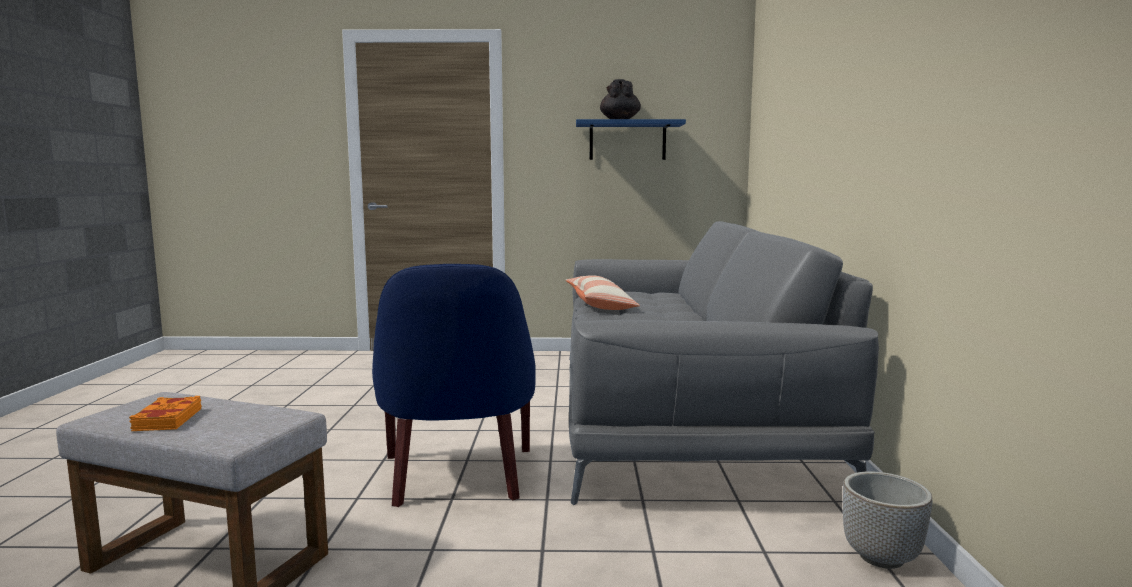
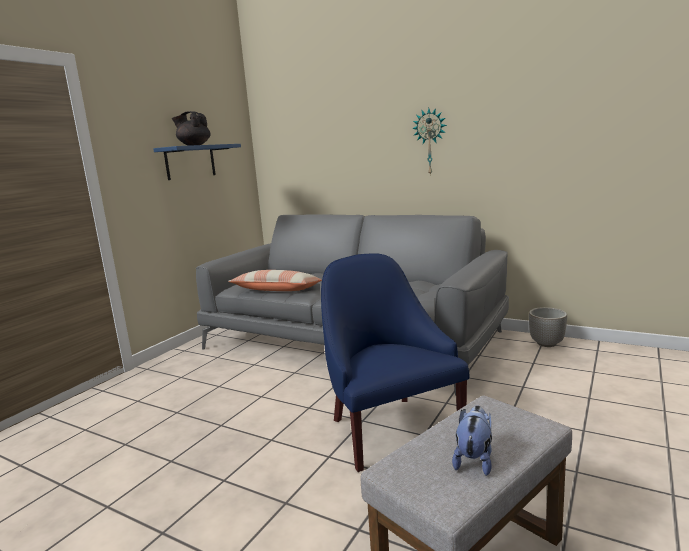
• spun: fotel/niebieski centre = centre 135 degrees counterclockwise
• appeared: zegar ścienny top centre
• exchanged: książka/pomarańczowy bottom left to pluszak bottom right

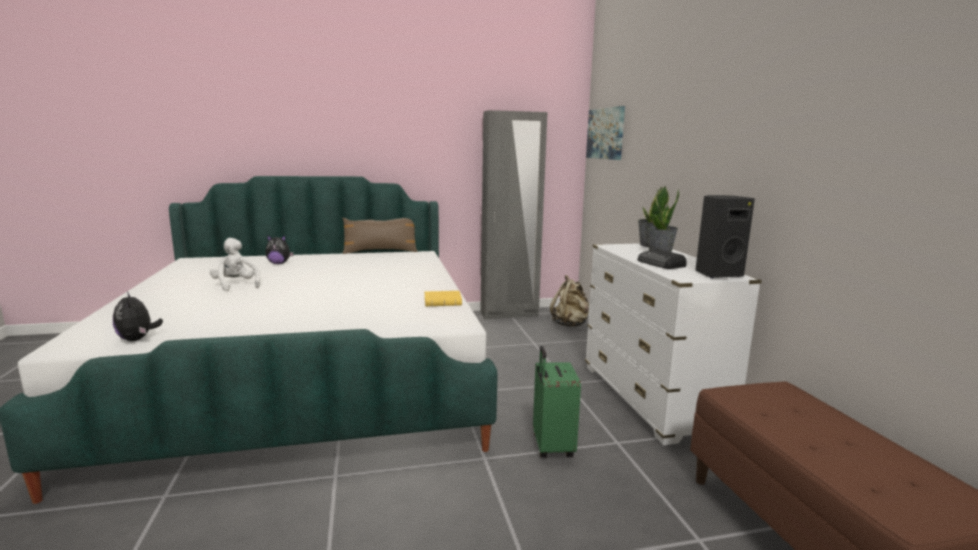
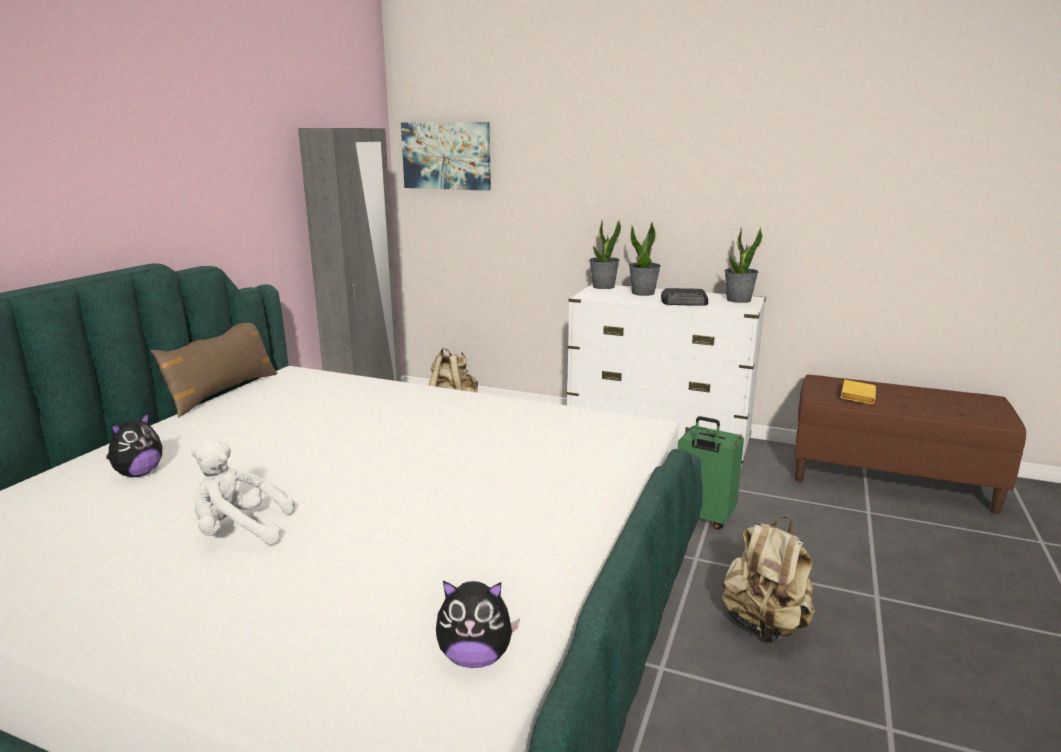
• appeared: plecak/beżowy (no. 2 from left) bottom right
• exchanged: głośnik/czarny middle right to roślina doniczkowa (no. 3 from left) middle right
• relocated: książka/żółty centre to middle right

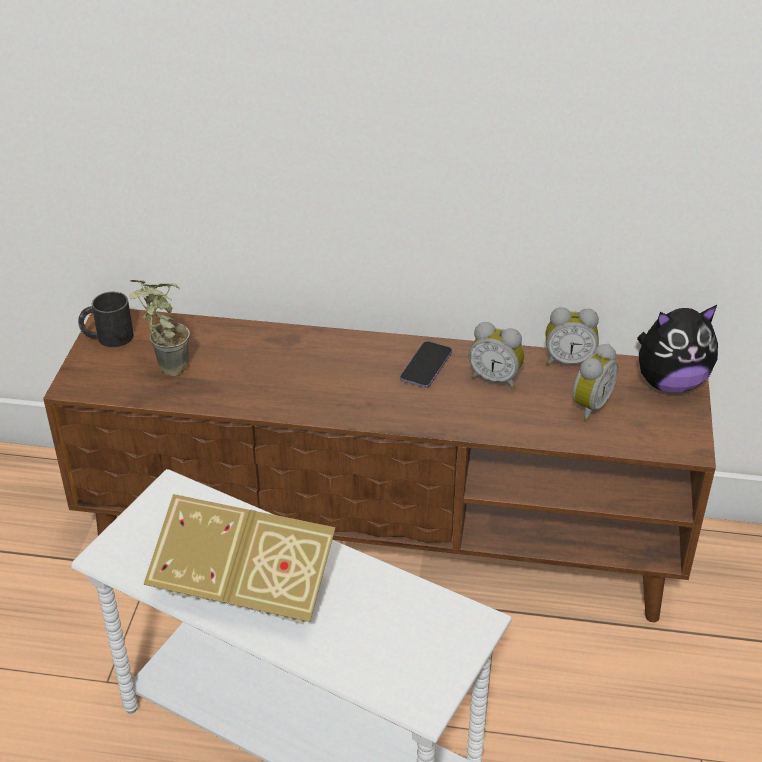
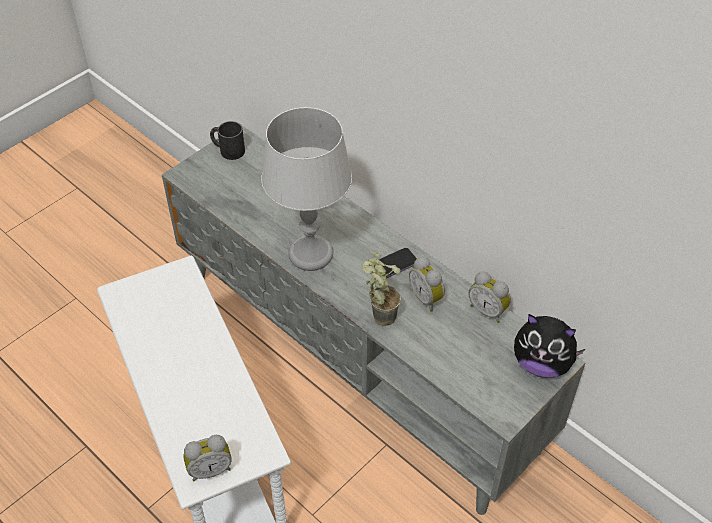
• colour: szafka pod telewizor/brązowy centre to szafka pod telewizor/szary centre
• relocated: budzik (no. 3 from left in the first image) middle right to budzik (no. 1 from left) bottom left
• appeared: lampa stołowa/szary centre
• relocated: roślina doniczkowa middle left to centre
• missing: książka bottom left

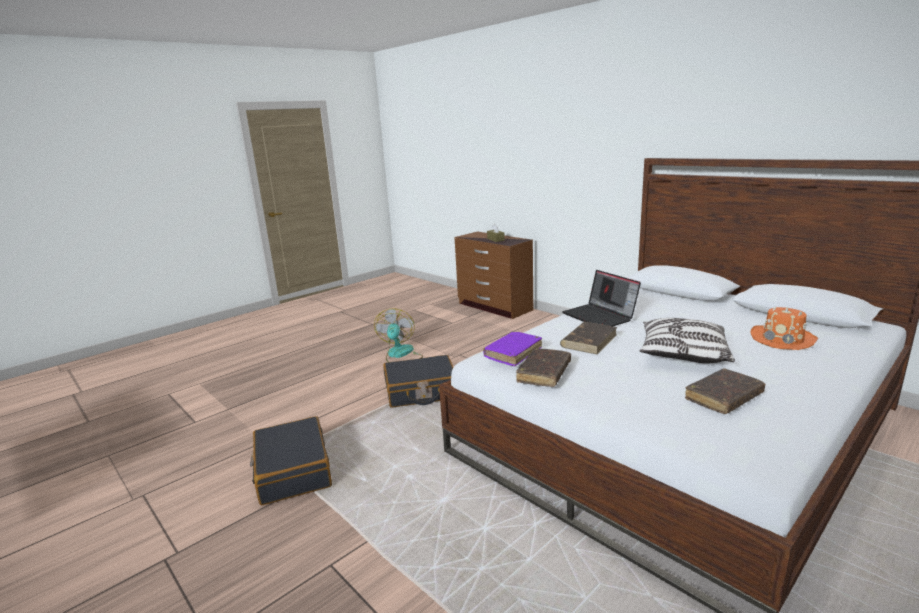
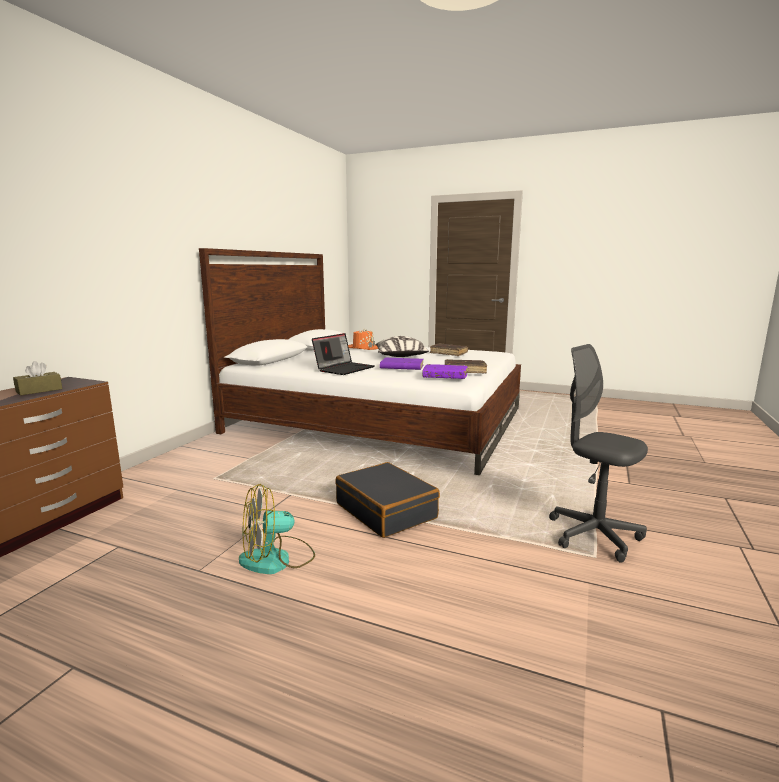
• colour: książka/brązowy (no. 2 from left) centre to książka/fioletowy (no. 1 from left) centre
• exchanged: walizka/czarny (no. 1 from left) bottom left to krzesło biurowe/szary middle right

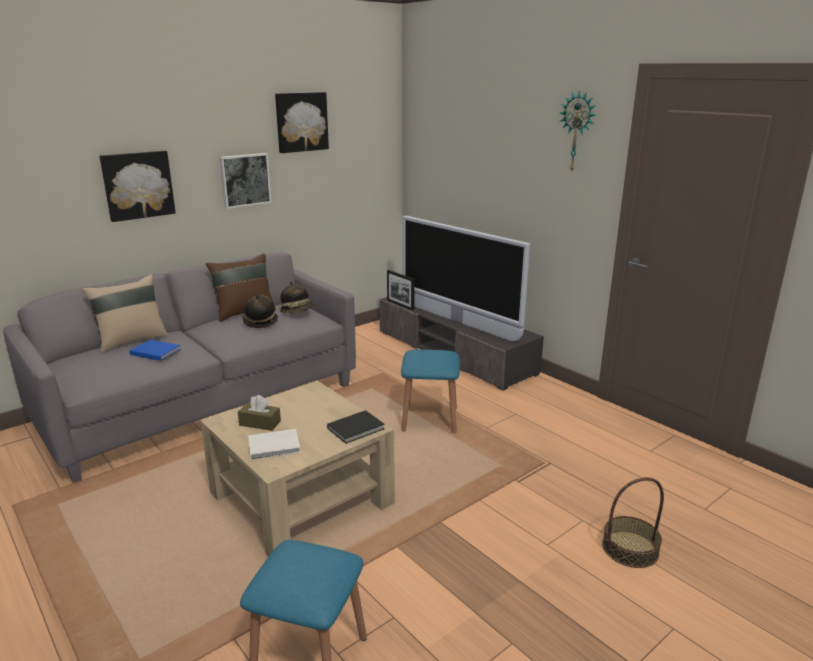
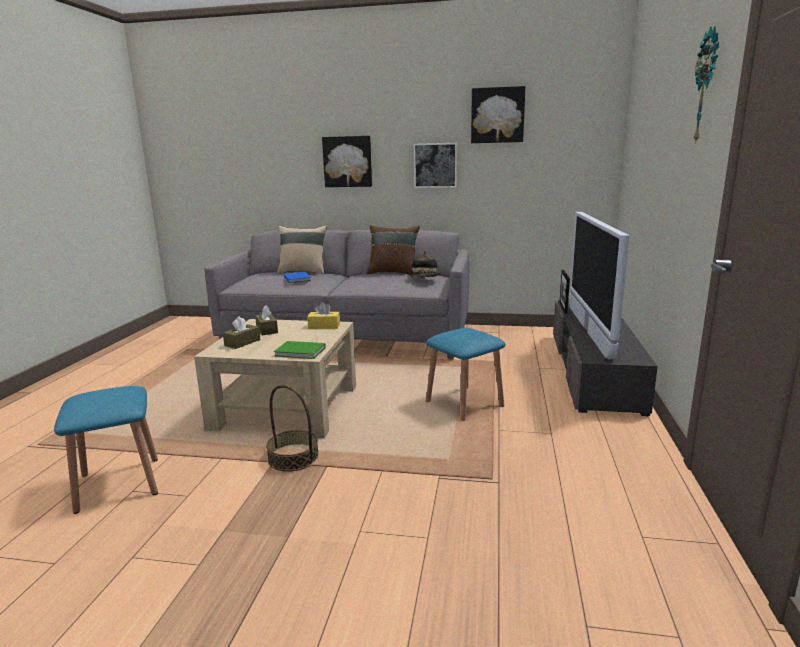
• exchanged: książka/biały bottom centre to pudełko chusteczek/brązowy (no. 1 from left) middle left
• relocated: koszyk bottom right to centre
• colour: książka/czarny centre to książka/zielony centre
• appeared: pudełko chusteczek/żółty centre
• missing: kapelusz (no. 1 from left) middle left

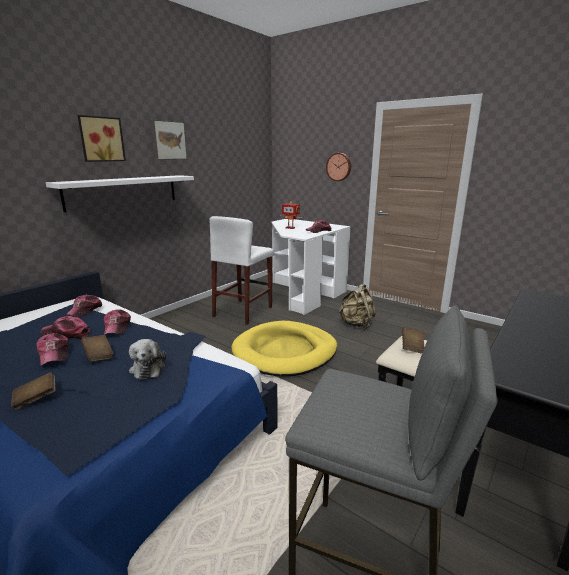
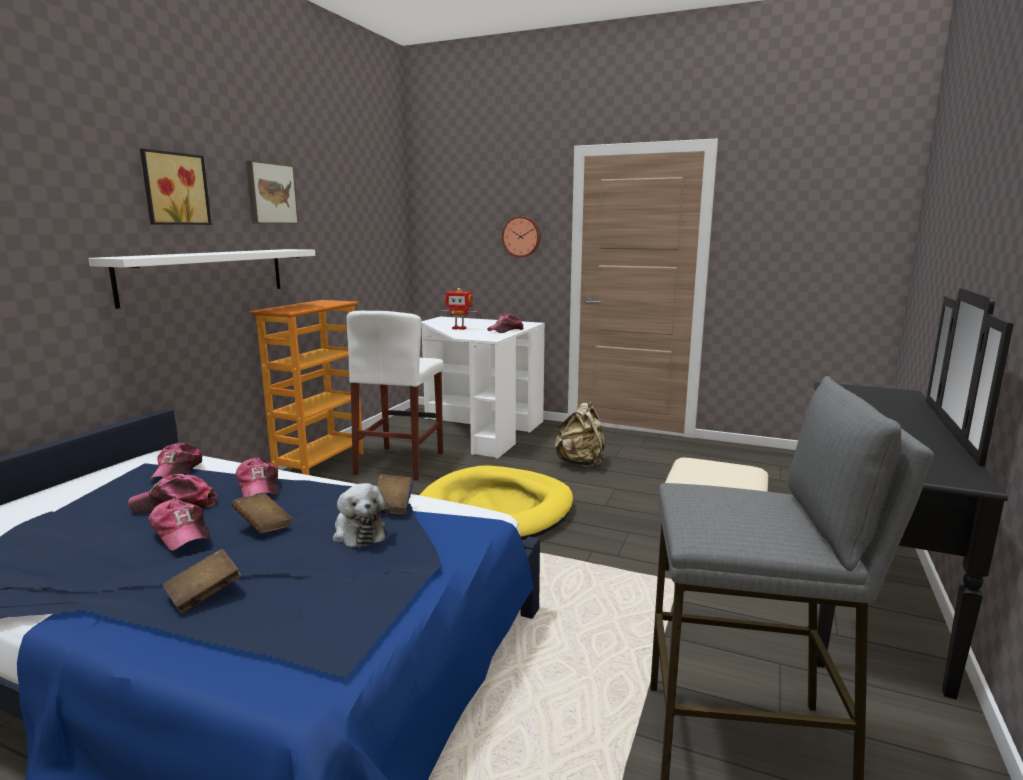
• appeared: regał middle left
• relocated: książka/brązowy (no. 3 from left) middle right to centre

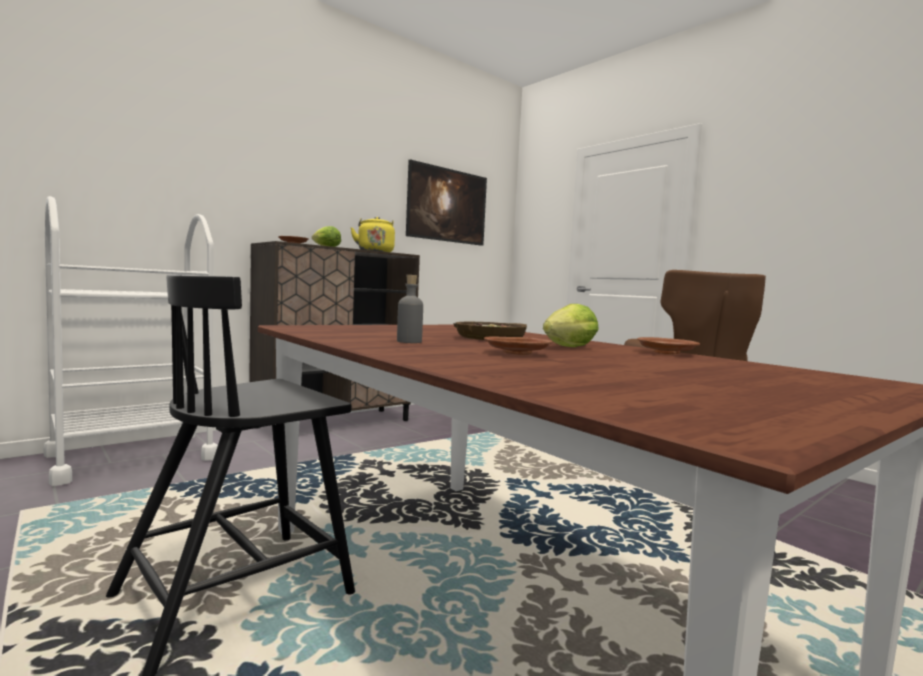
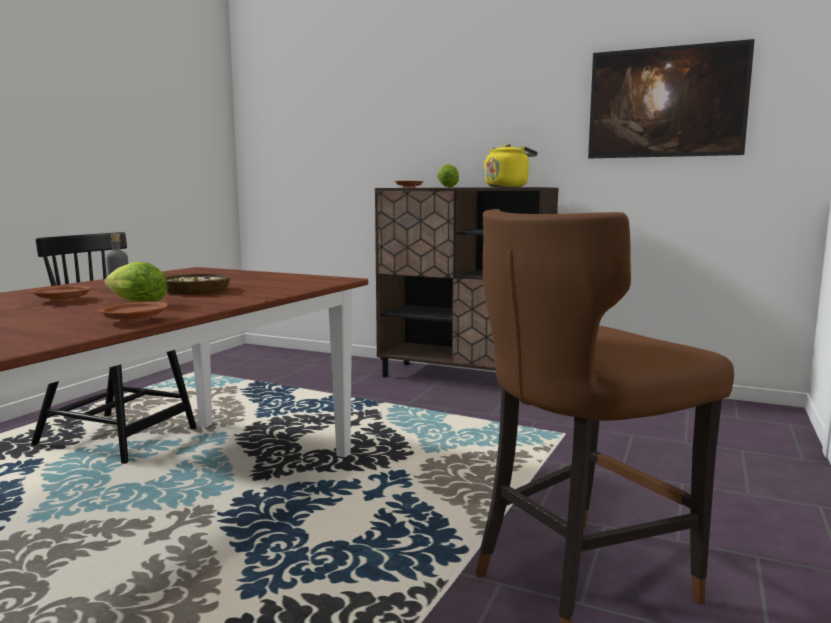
• missing: wózek/biały middle left

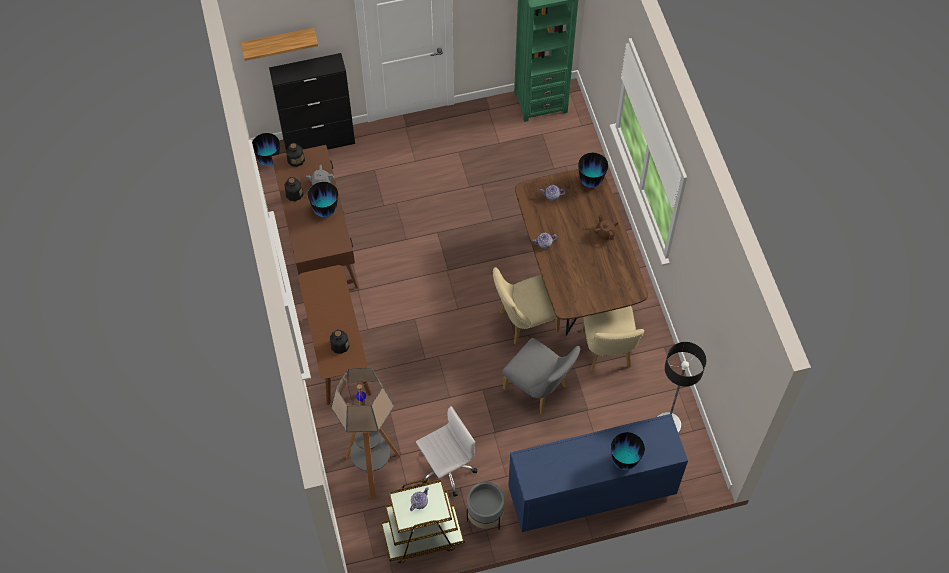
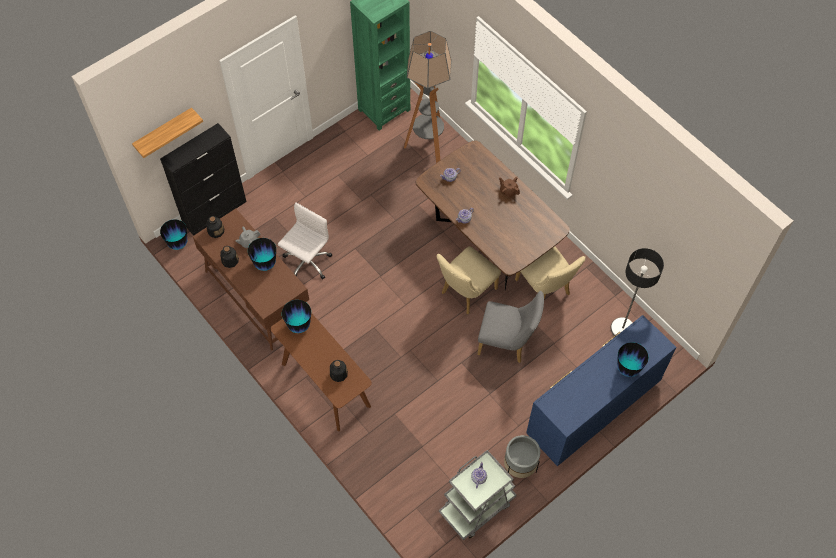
• relocated: krzesło biurowe/biały bottom centre to centre
• relocated: wazon (no. 3 from left) top centre to centre
• relocated: lampa stojąca (no. 1 from left) bottom centre to top centre
• colour: wózek/brązowy bottom centre to wózek/szary bottom centre

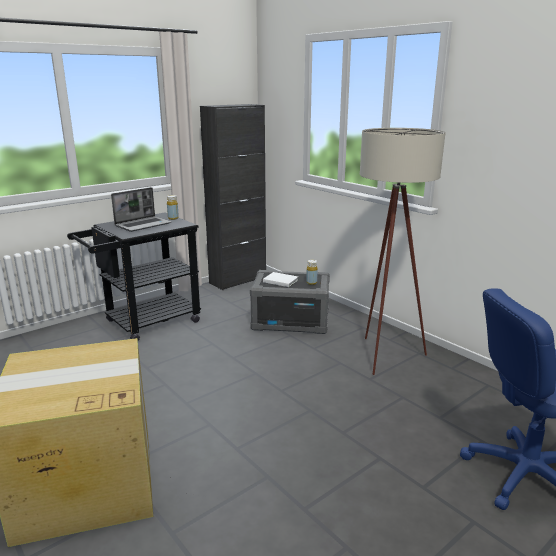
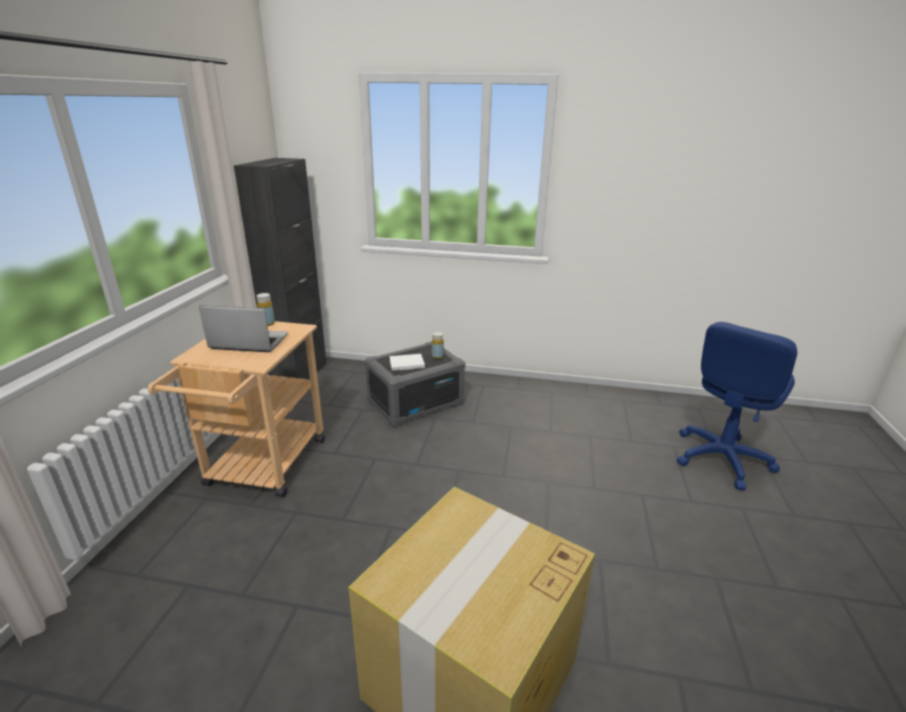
• colour: wózek/czarny middle left to wózek/beżowy middle left
• spun: laptop middle left = middle left 90 degrees counterclockwise
• missing: lampa stojąca/beżowy middle right

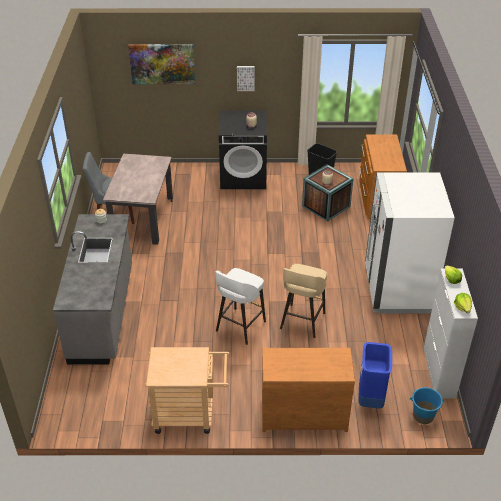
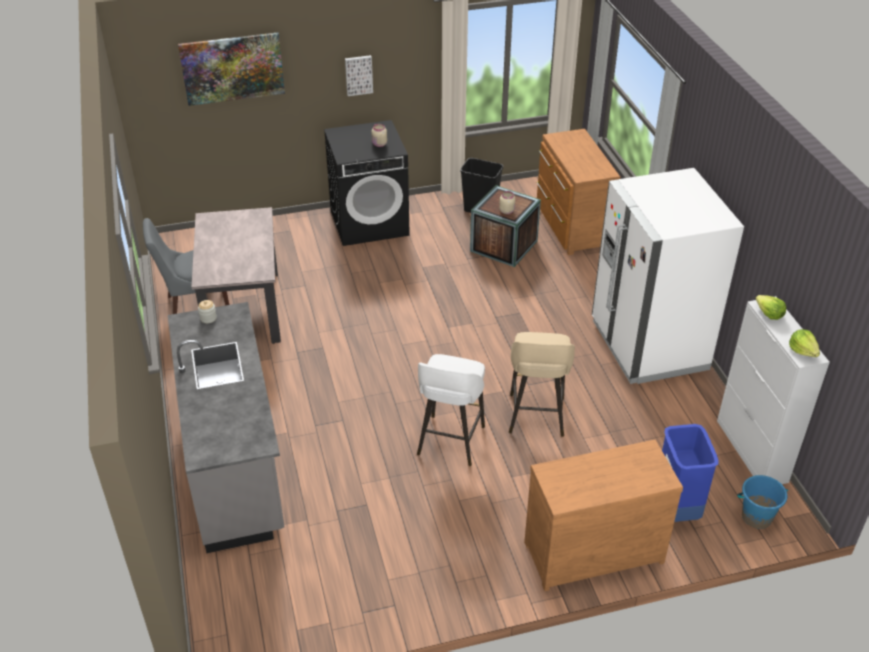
• missing: wózek/beżowy bottom centre

